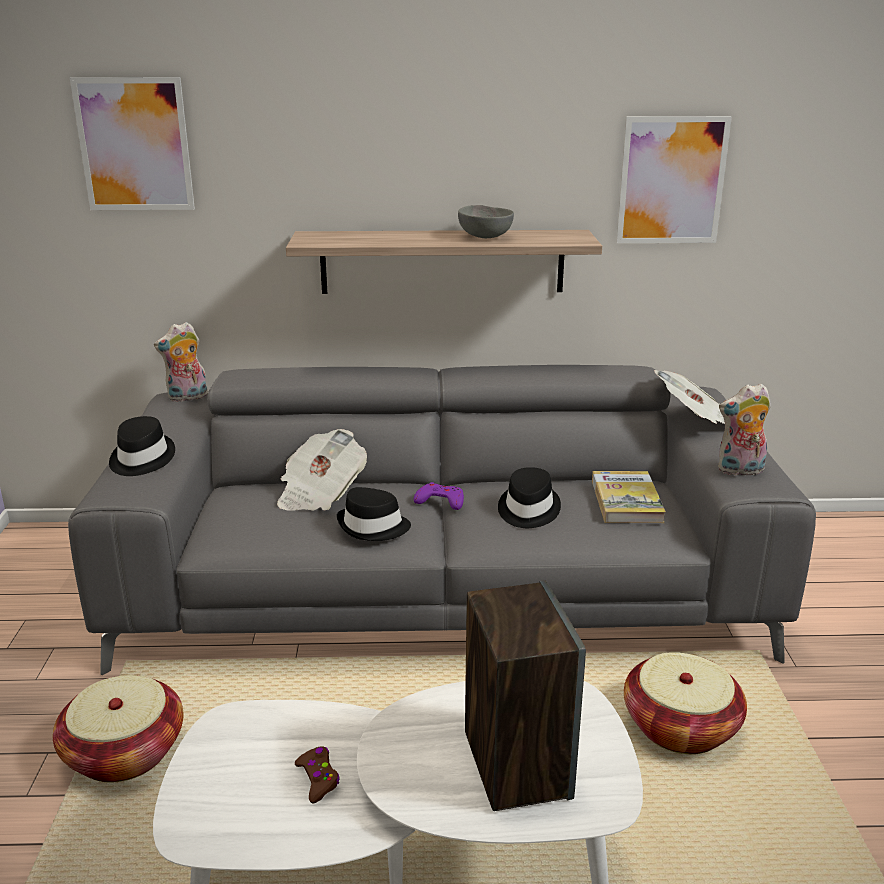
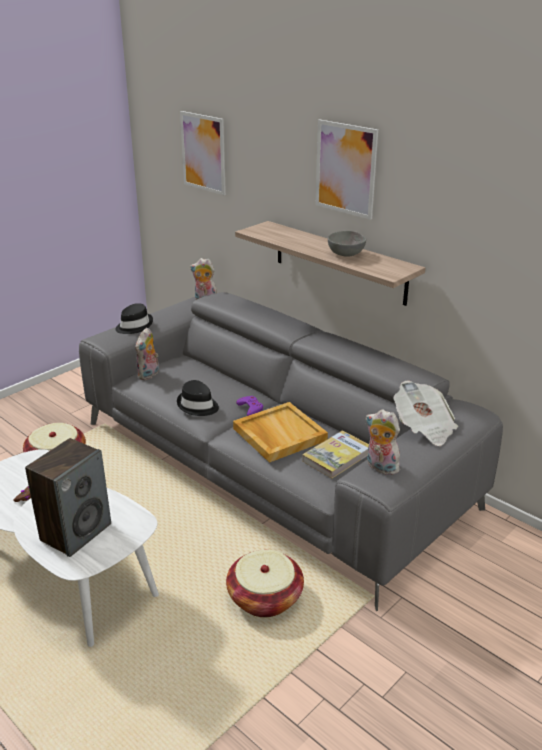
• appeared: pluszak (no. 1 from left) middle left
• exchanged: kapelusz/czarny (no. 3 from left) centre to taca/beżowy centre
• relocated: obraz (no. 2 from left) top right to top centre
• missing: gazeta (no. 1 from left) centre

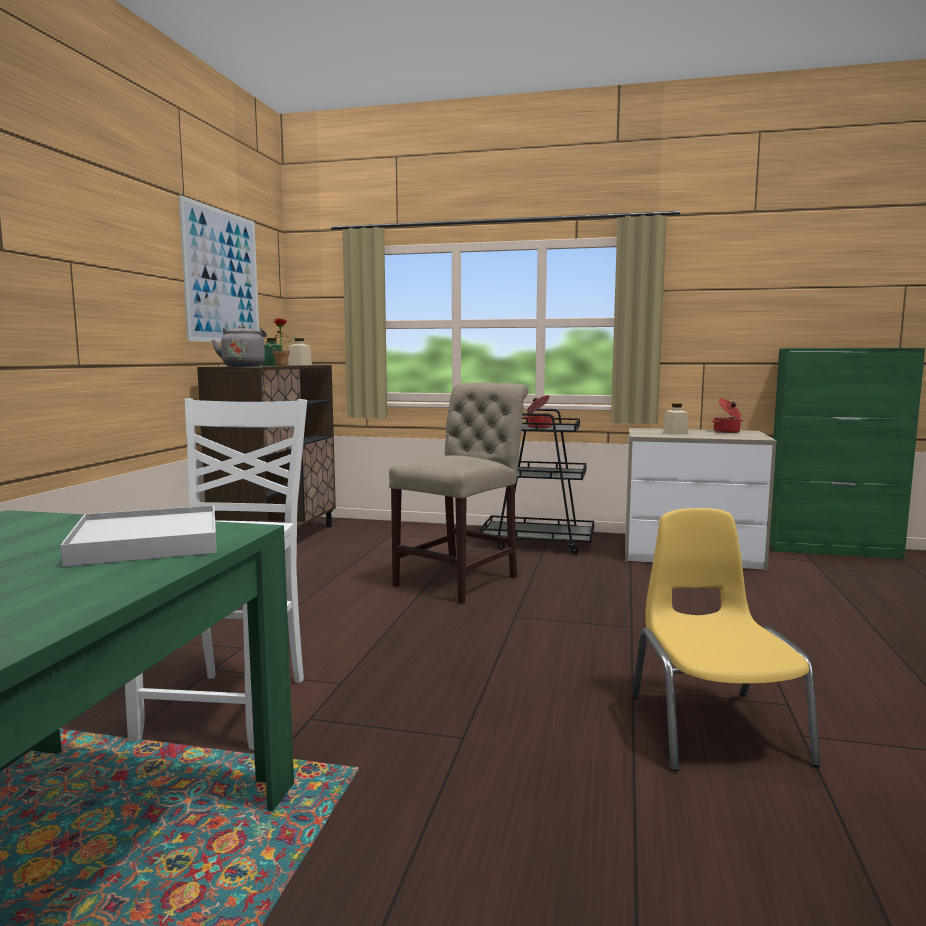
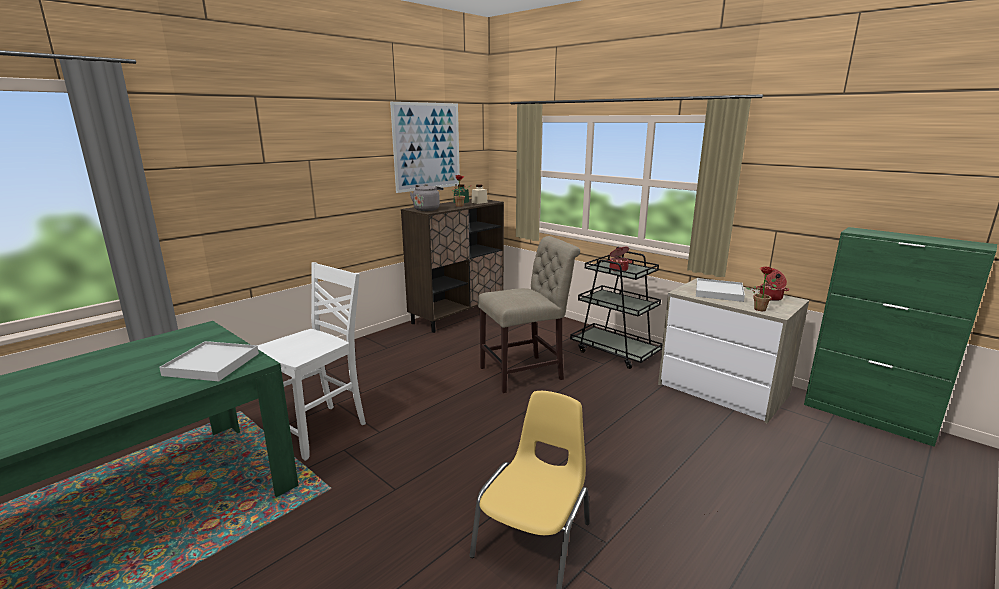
• exchanged: słoik/beżowy (no. 2 from left) middle right to taca/biały (no. 2 from left) middle right
• appeared: roślina doniczkowa (no. 2 from left) middle right

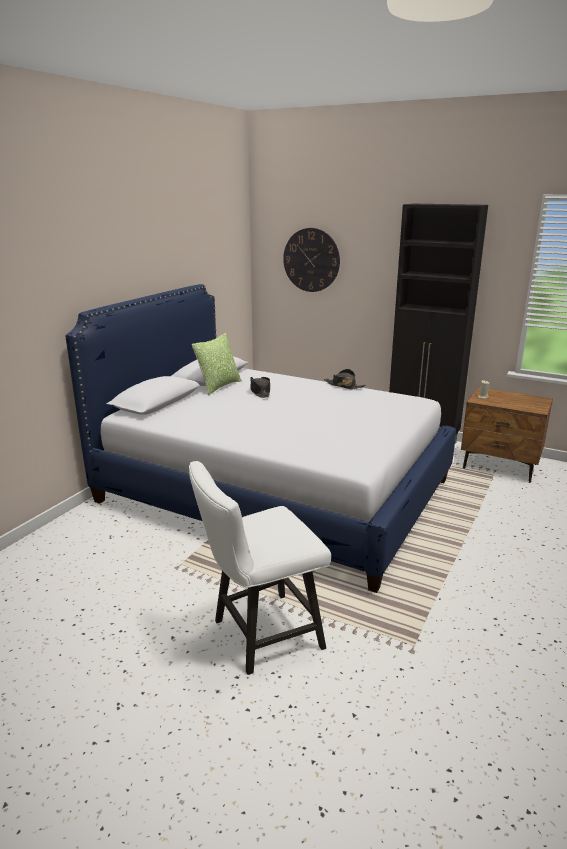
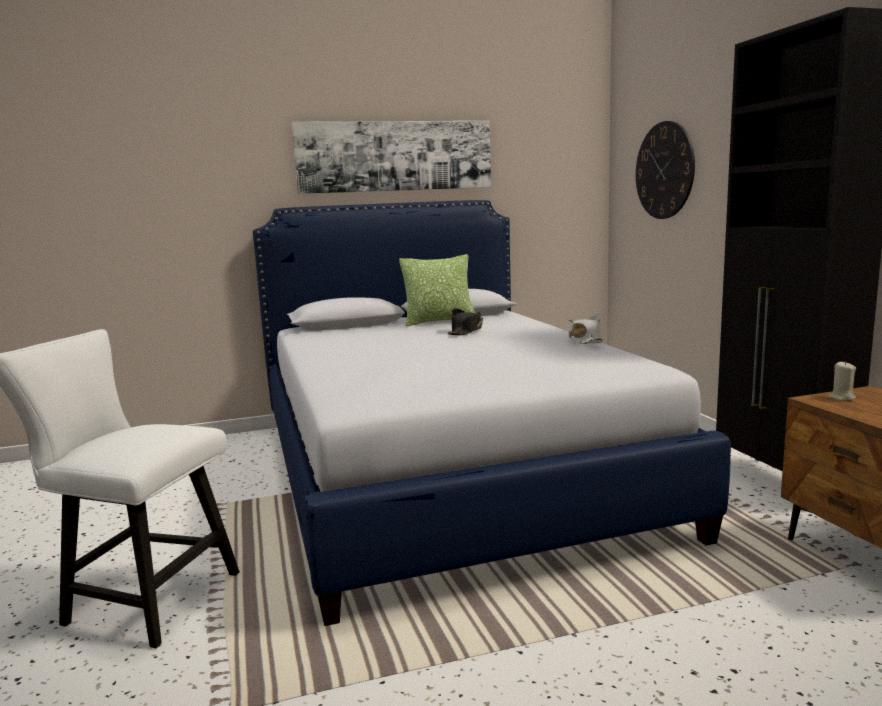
• appeared: obraz top centre
• colour: kapelusz/czarny (no. 2 from left) centre to kapelusz/biały centre

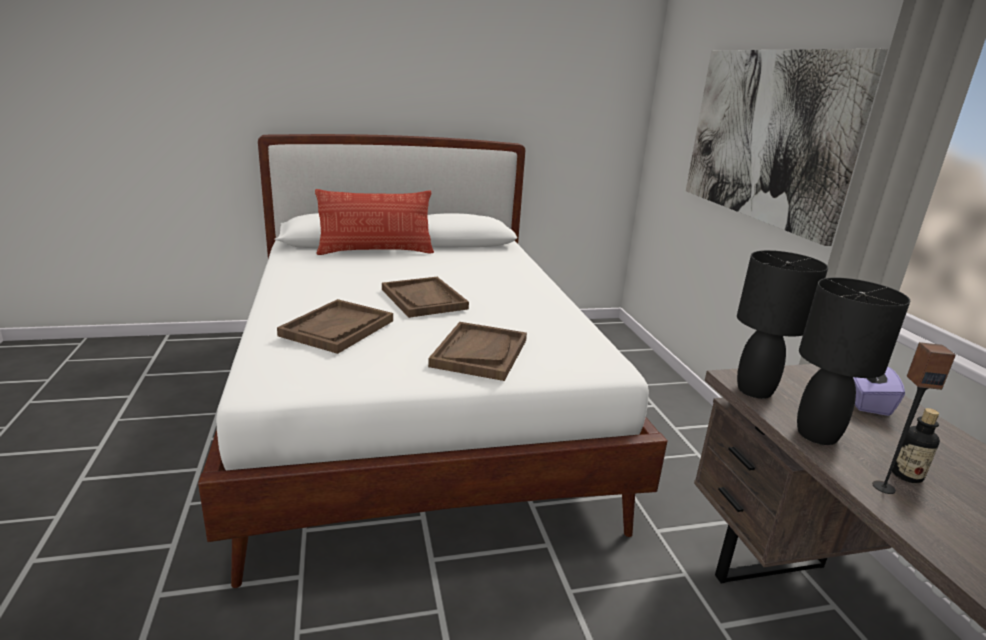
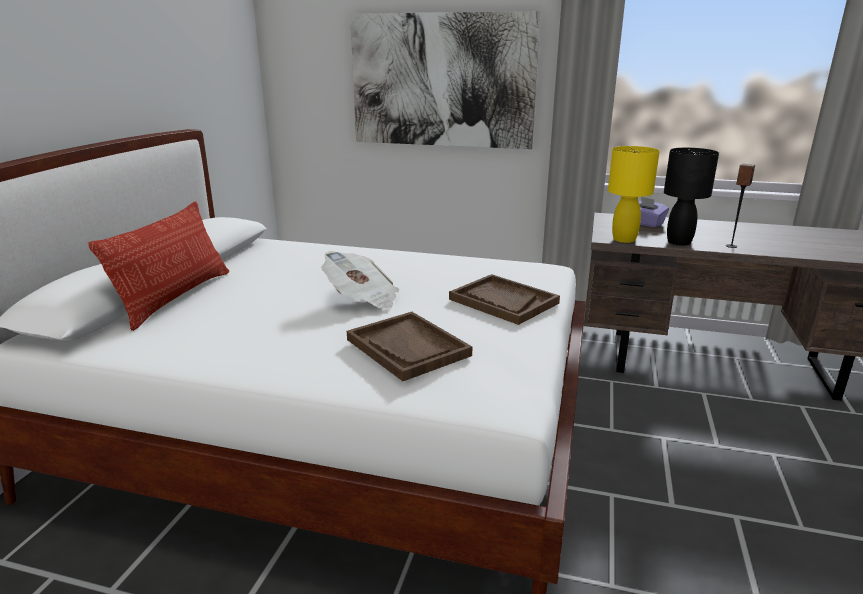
• exchanged: taca/brązowy (no. 2 from left) centre to gazeta centre
• colour: lampa stołowa/czarny (no. 1 from left) middle right to lampa stołowa/żółty top right
• missing: butelka bottom right

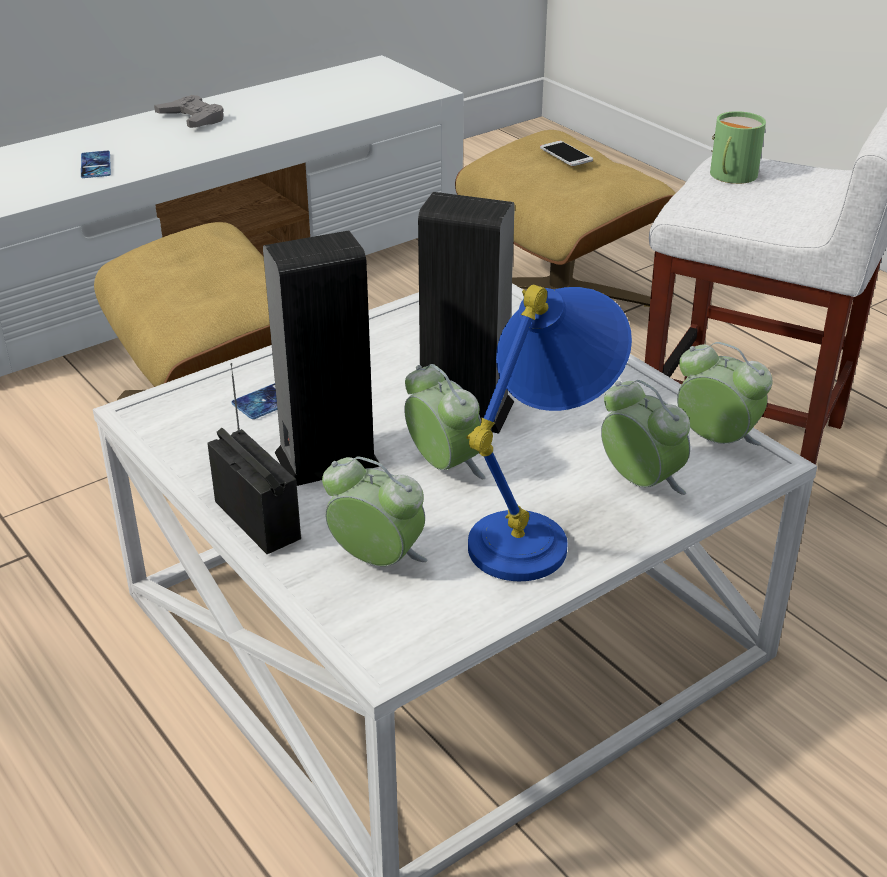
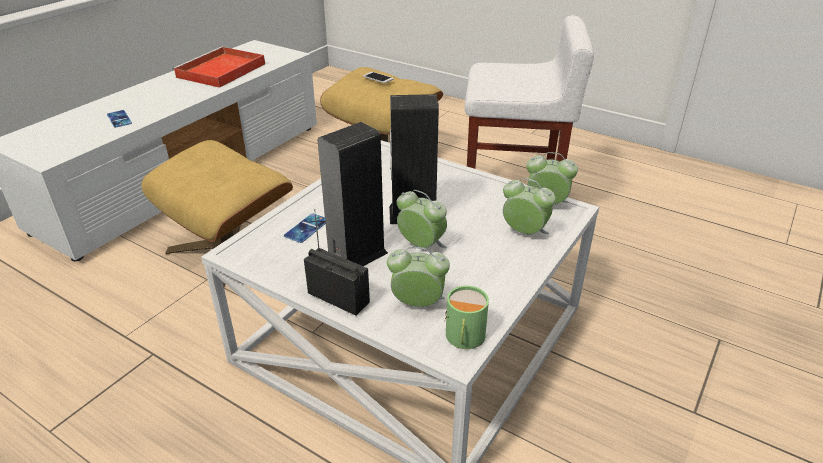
• appeared: taca/czerwony top left
• relocated: kubek/zielony top right to bottom centre
• missing: pad do gier/szary top left
• missing: lampa stołowa/niebieski centre

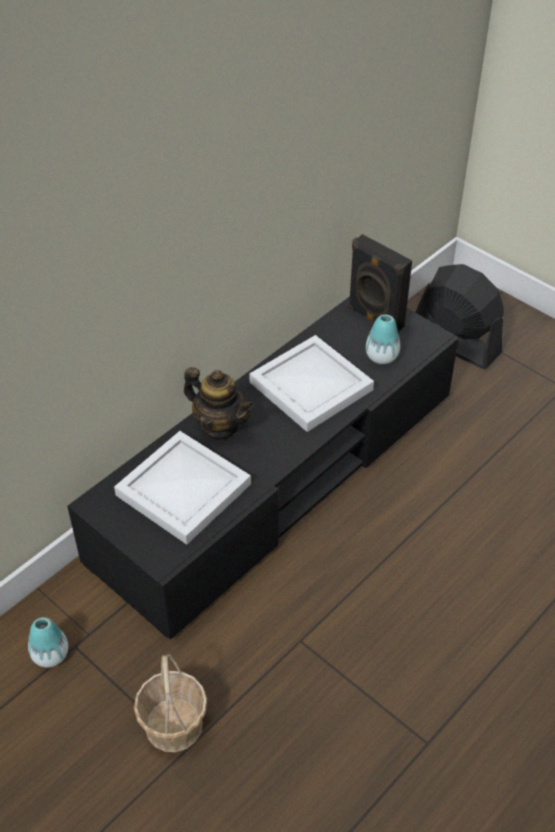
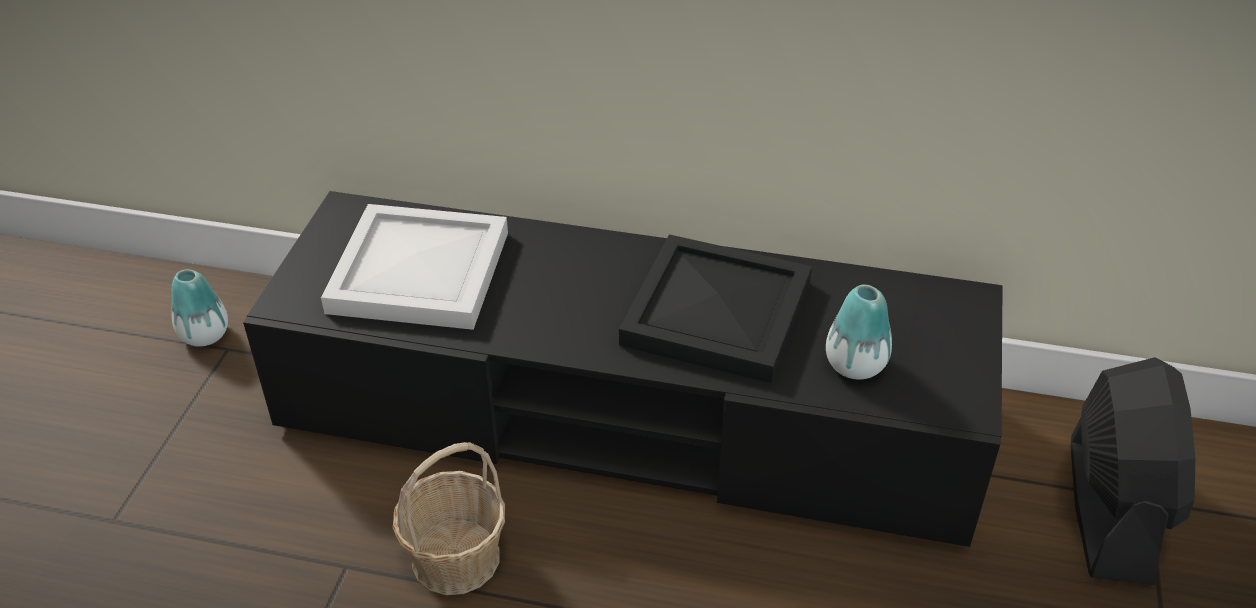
• relocated: koszyk bottom left to bottom centre
• colour: taca/biały (no. 2 from left) centre to taca/czarny centre
• missing: imbryk centre
• missing: głośnik/czarny middle right

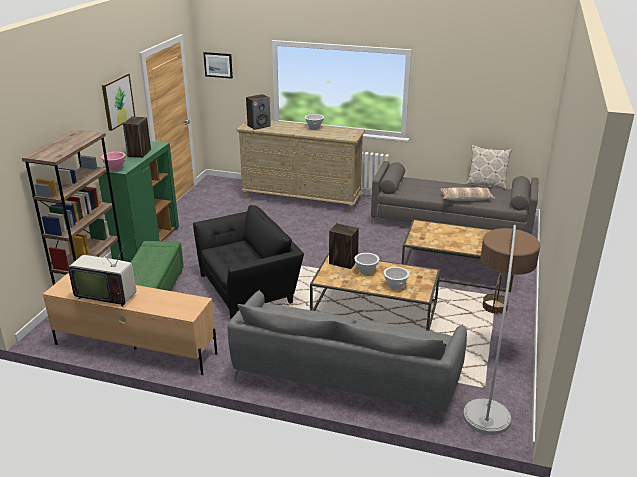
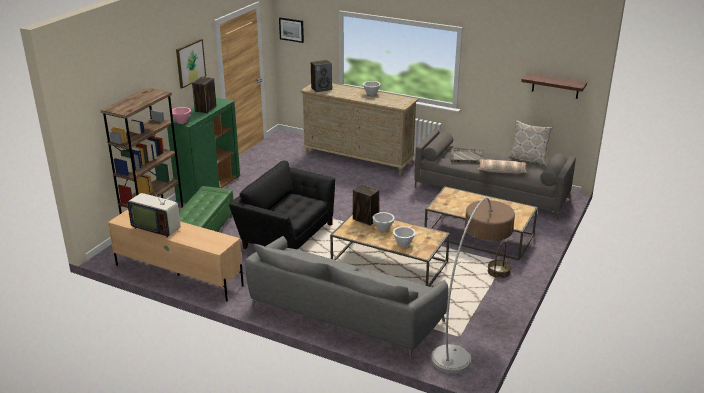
• spun: fotel/czarny centre = centre 135 degrees counterclockwise
• appeared: taca/szary centre
• appeared: półka top right

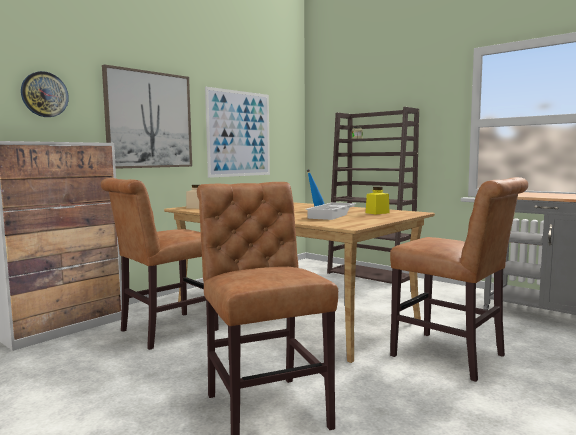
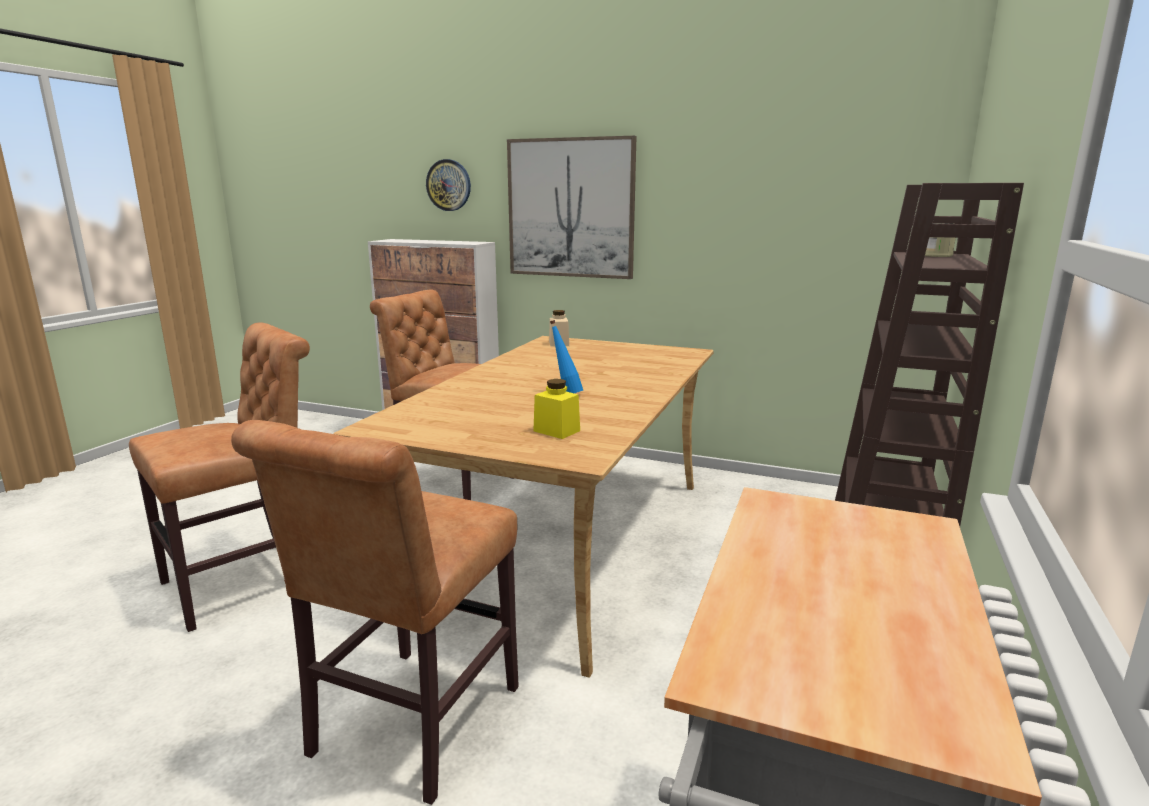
• missing: obraz (no. 2 from left) top centre
• missing: taca/biały centre

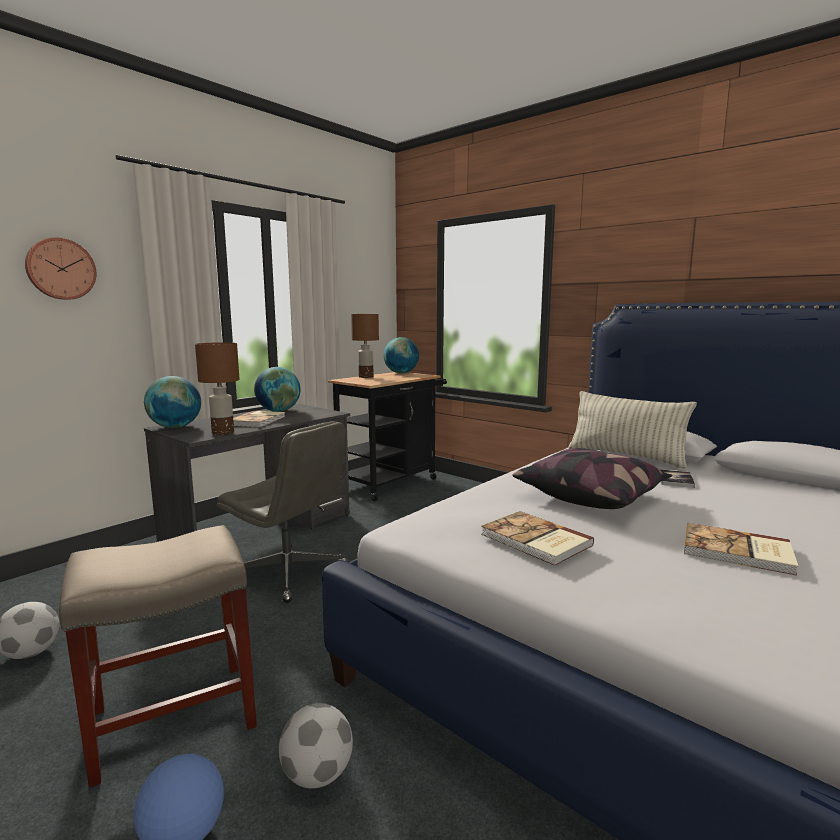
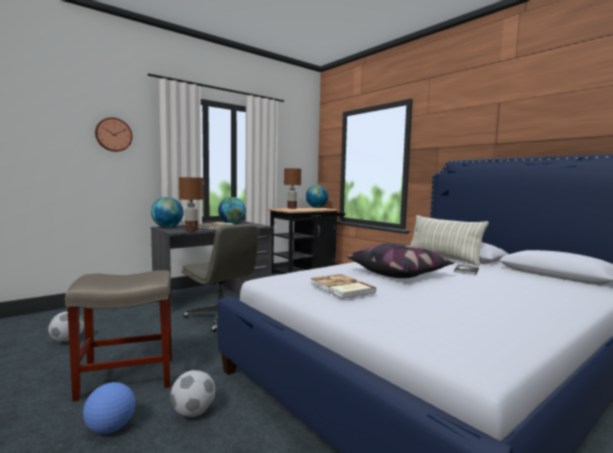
• missing: książka (no. 4 from left) middle right

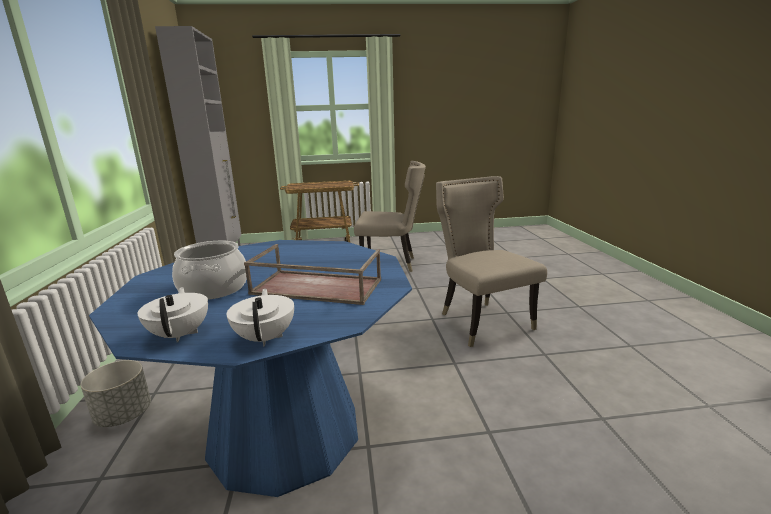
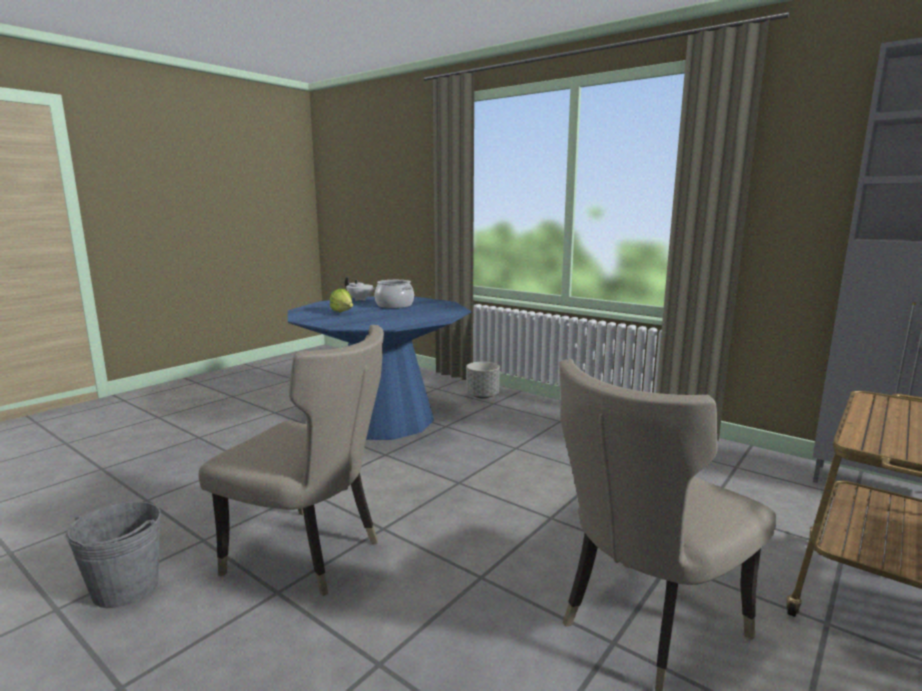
• appeared: wiadro/szary bottom left
• exchanged: taca/brązowy centre to sałata centre
• missing: imbryk/biały (no. 2 from left) centre

